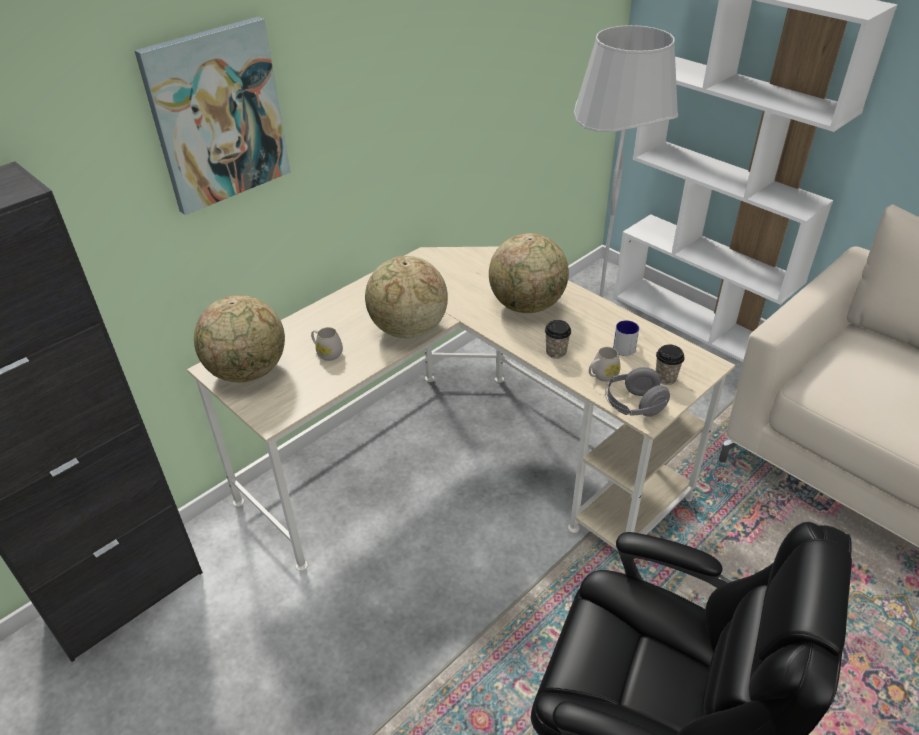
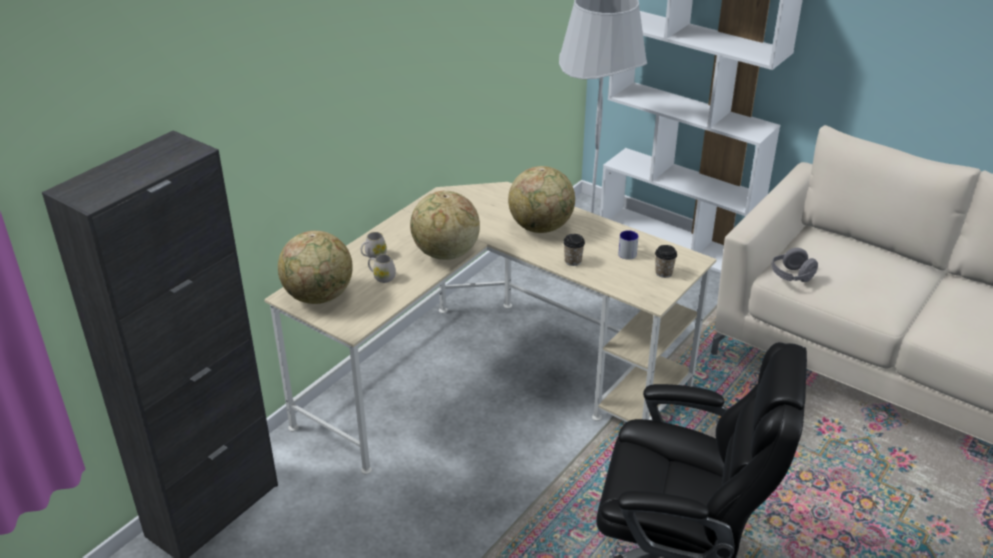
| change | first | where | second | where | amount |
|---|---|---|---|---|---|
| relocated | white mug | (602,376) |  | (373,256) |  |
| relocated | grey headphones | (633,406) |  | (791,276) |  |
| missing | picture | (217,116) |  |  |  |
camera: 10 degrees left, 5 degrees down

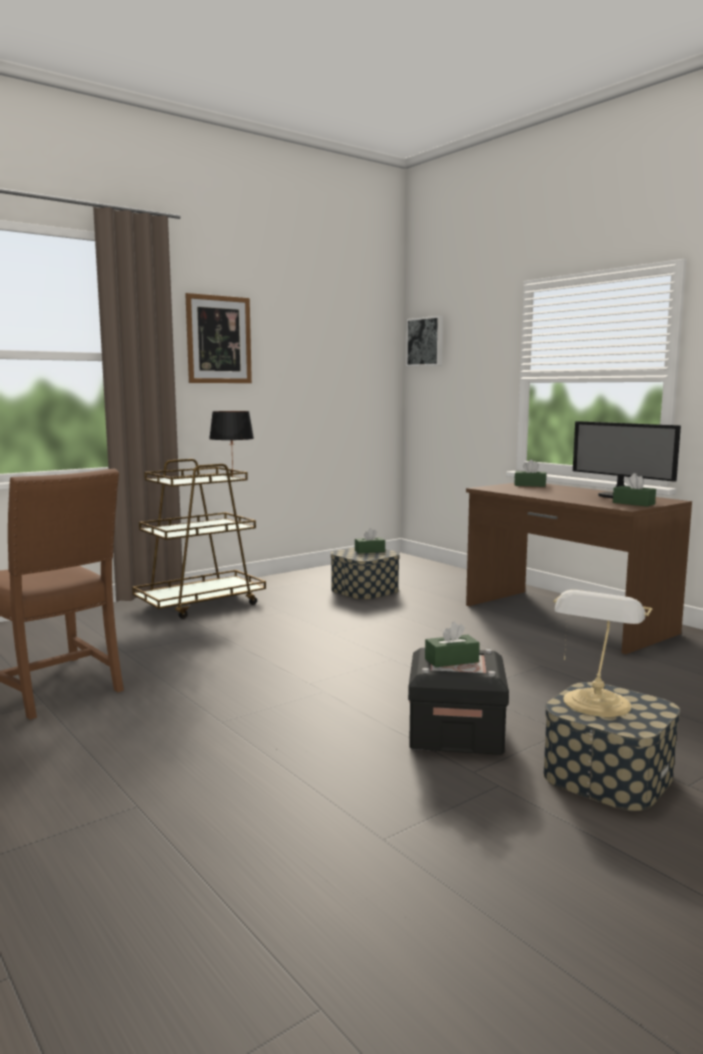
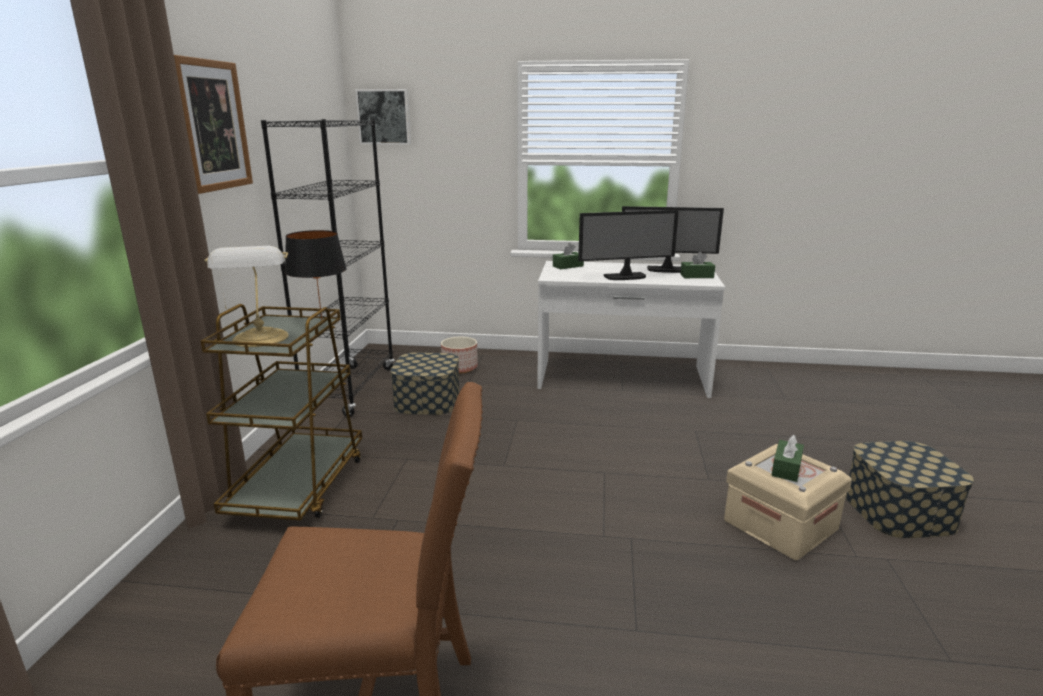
| change | first | where | second | where | amount |
|---|---|---|---|---|---|
| relocated | table lamp | (596,704) |  | (260,339) |  |
| appeared |  |  | black bookcase | (350,390) |  |
| appeared |  |  | planter | (460,368) |  |
| colour | brown desk | (565,619) | white desk | (622,378) |  |
| appeared |  |  | monitor | (625,277) |  |
| colour | black storage box | (456,732) | beige storage box | (780,525) |  |
| missing | green tissue box | (369,551) |  |  |  |
camera: 45 degrees left, 10 degrees up

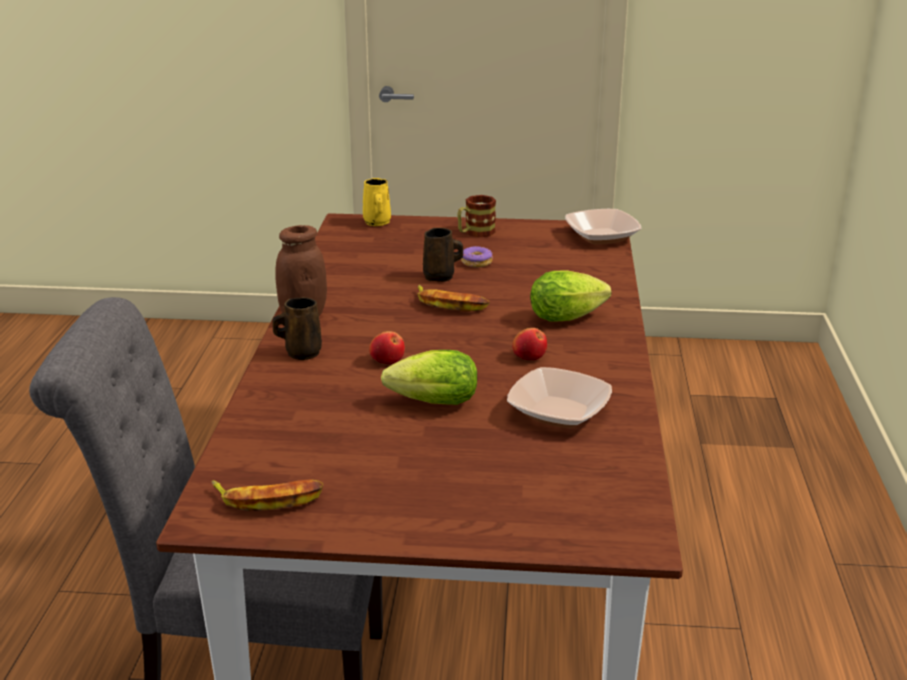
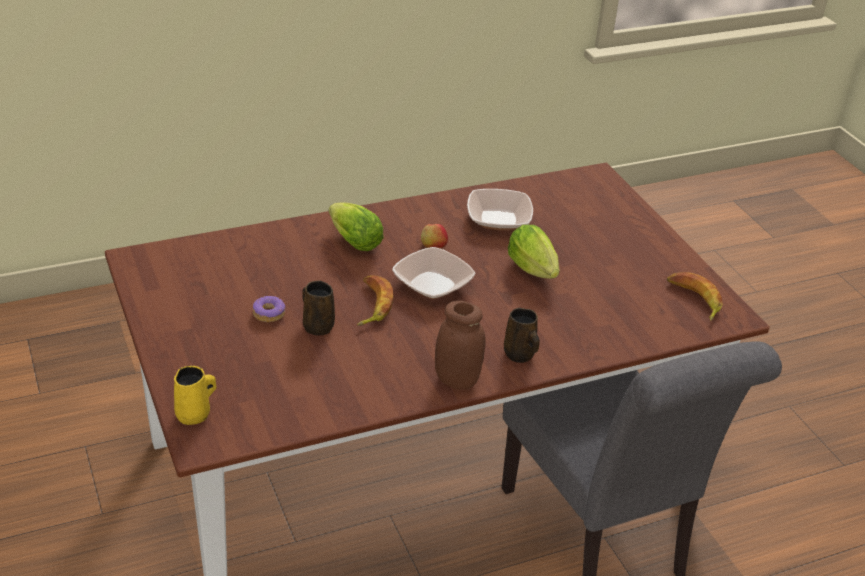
| change | first | where | second | where | amount |
|---|---|---|---|---|---|
| relocated | bowl | (601,236) |  | (432,284) |  |
| missing | apple | (387,360) |  |  |  |
| missing | mug | (475,233) |  |  |  |
camera: 120 degrees left, 10 degrees up

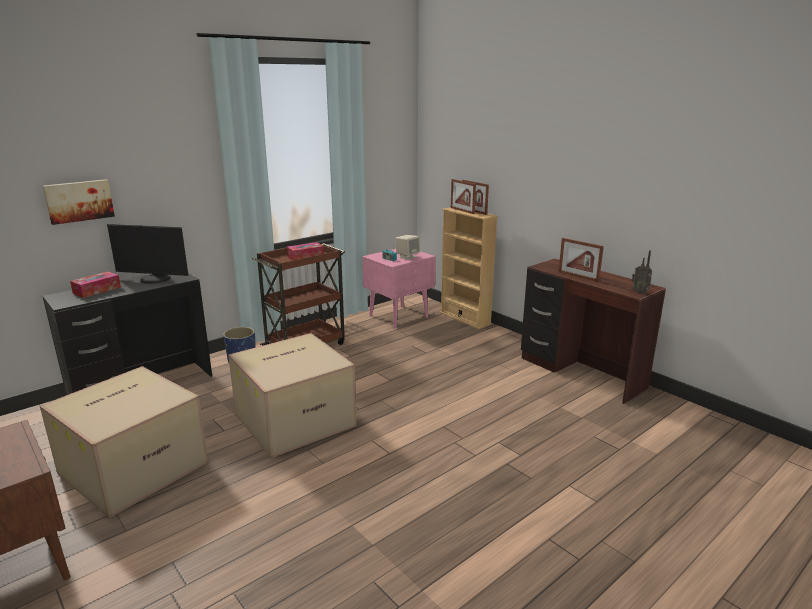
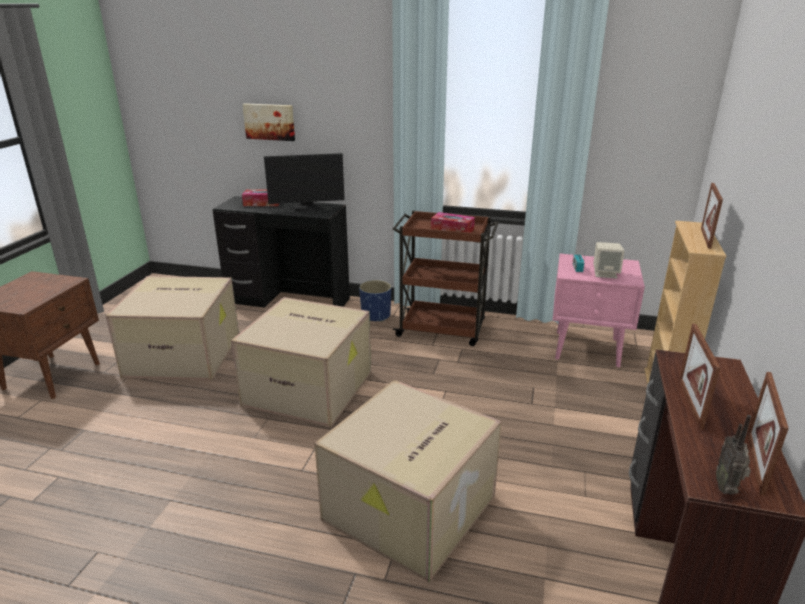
| change | first | where | second | where | amount |
|---|---|---|---|---|---|
| spun | monitor | (154,279) |  | (307,208) | 75 degrees counterclockwise |
| appeared |  |  | cardboard box | (410,510) |  |
| relocated | picture frame | (462,210) |  | (755,462) |  |
camera: 55 degrees right, 5 degrees up

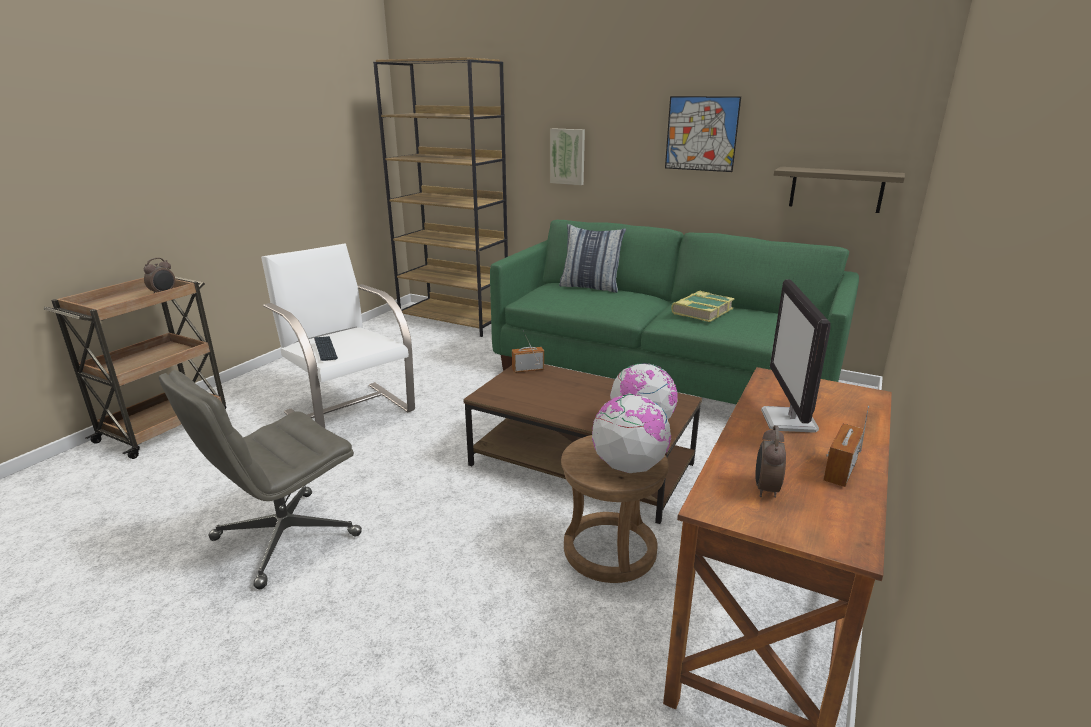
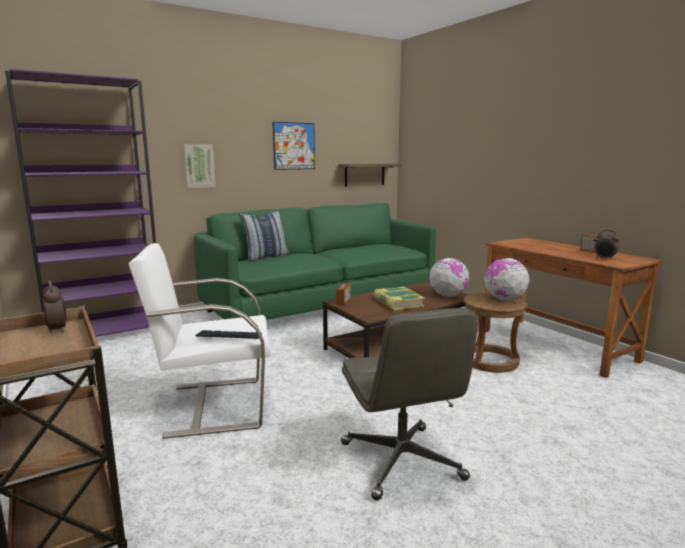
| change | first | where | second | where | amount |
|---|---|---|---|---|---|
| colour | brown bookcase | (455,320) | purple bookcase | (106,334) |  |
| relocated | book | (701,311) |  | (397,303) |  |
| missing | monitor | (789,421) |  |  |  |
camera: 60 degrees left, 10 degrees down

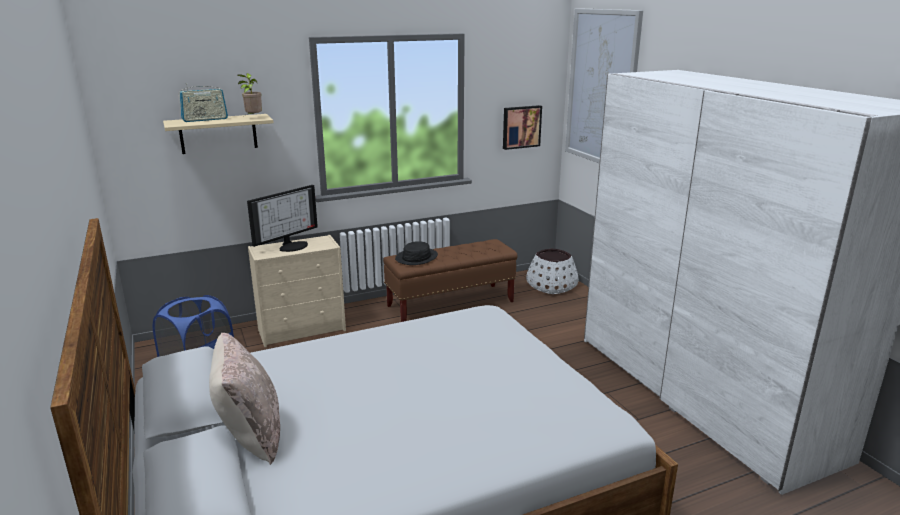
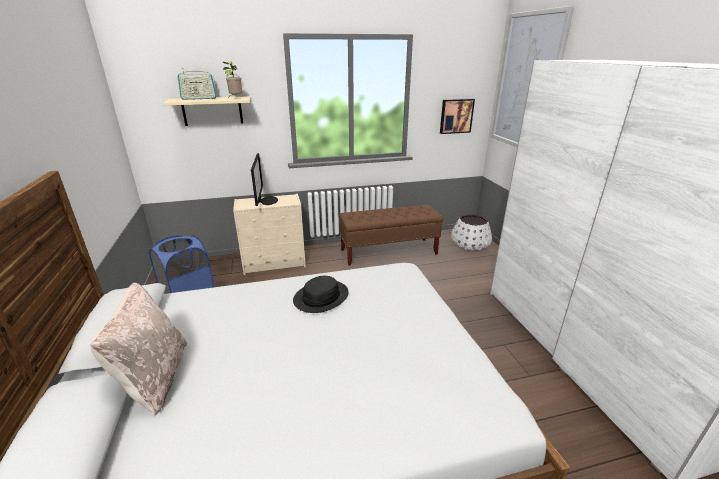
| change | first | where | second | where | amount |
|---|---|---|---|---|---|
| spun | monitor | (292,245) |  | (266,200) | 60 degrees counterclockwise |
| relocated | black hat | (416,257) |  | (321,297) |  |
camera: 10 degrees right, 5 degrees up

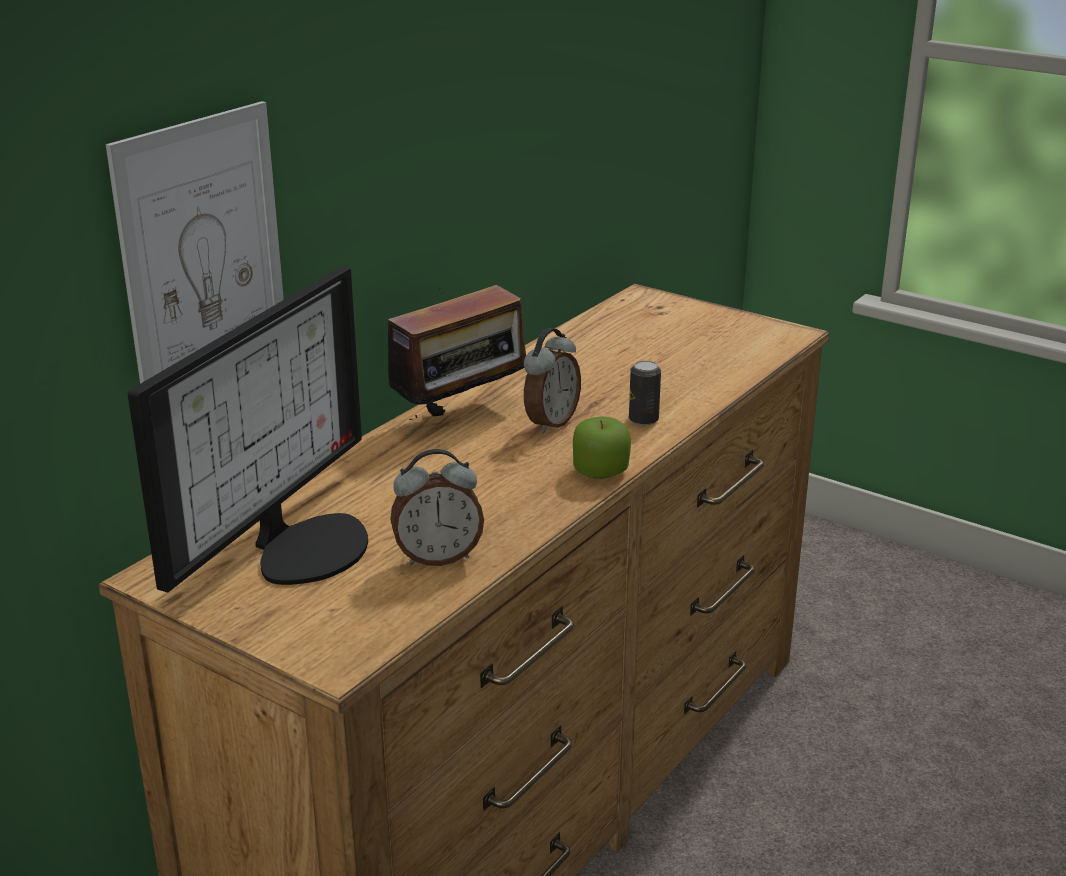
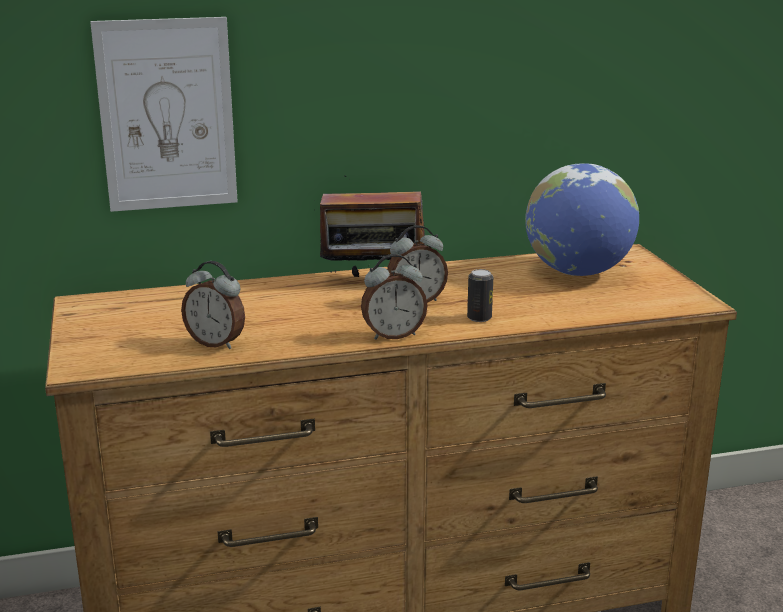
| change | first | where | second | where | amount |
|---|---|---|---|---|---|
| exchanged | apple | (600,471) | alarm clock | (393,335) |  |
| appeared |  |  | globe | (578,272) |  |
| missing | monitor | (302,545) |  |  |  |
camera: 40 degrees right, 5 degrees down

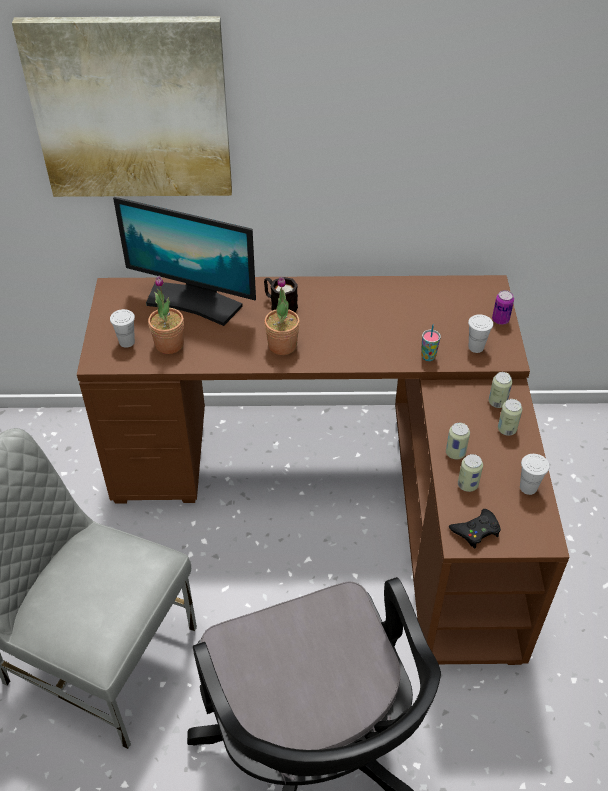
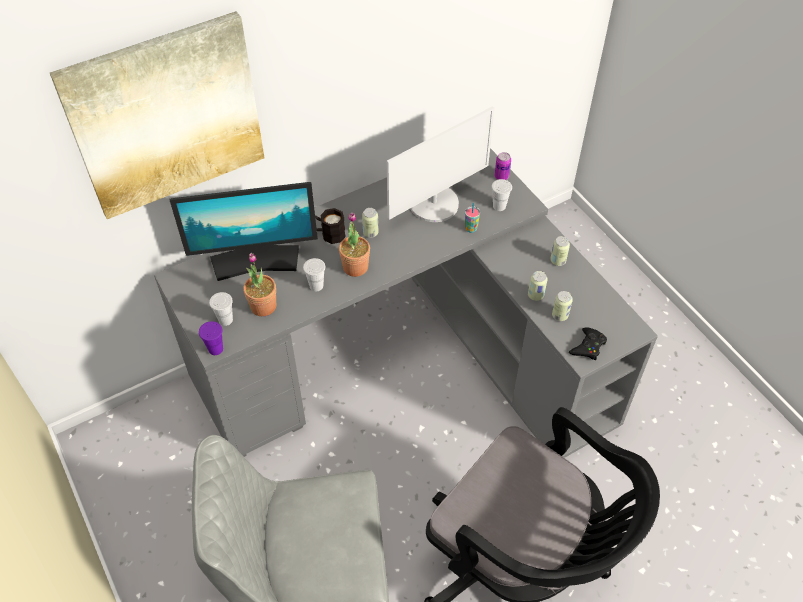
| change | first | where | second | where | amount |
|---|---|---|---|---|---|
| colour | brown desk | (342,487) | grey desk | (409,358) |  |
| appeared |  |  | purple cup | (215,349) |  |
| relocated | white cup | (528,487) |  | (316,286) |  |
| relocated | can | (497,402) |  | (370,233) |  |
| appeared |  |  | monitor | (434,203) |  |
camera: 30 degrees left, 5 degrees up

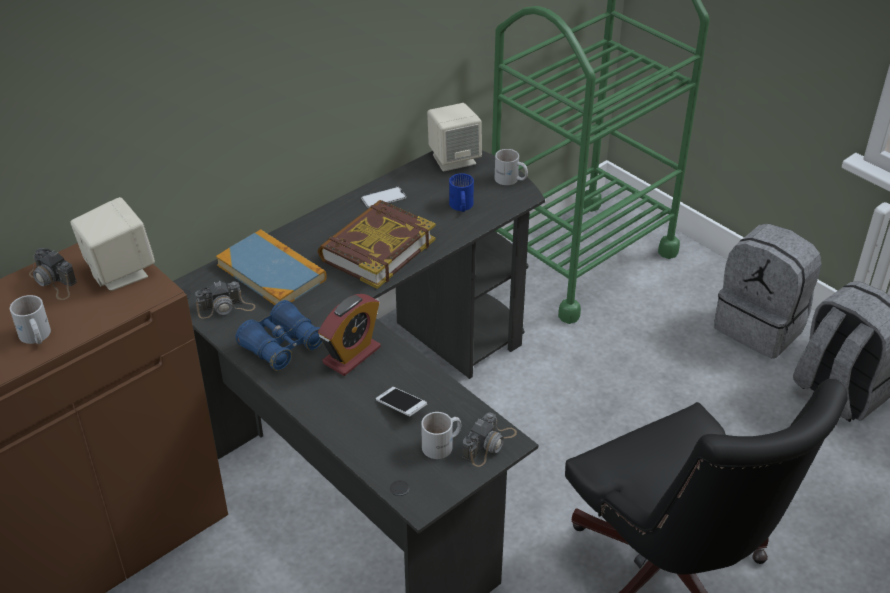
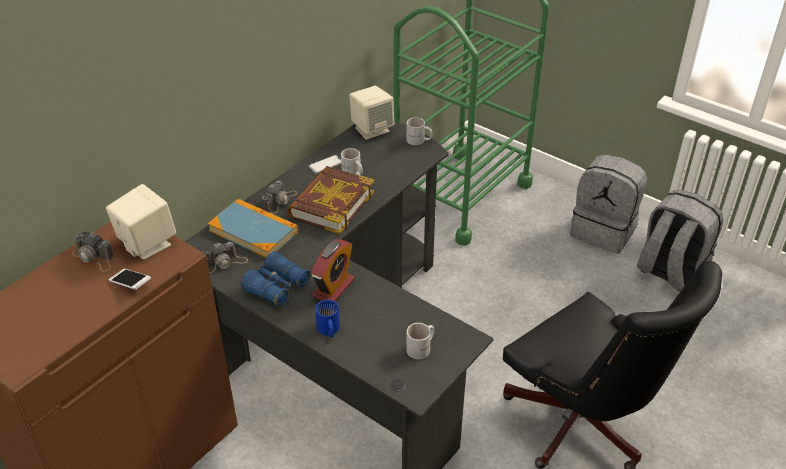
| change | first | where | second | where | amount |
|---|---|---|---|---|---|
| relocated | phone | (401,407) |  | (131,284) |  |
| relocated | photo camera | (489,444) |  | (280,201) |  |
| relocated | blue mug | (460,206) |  | (328,330) |  |
| relocated | white mug | (35,337) |  | (353,173) |  |
camera: 10 degrees left, 0 degrees up

